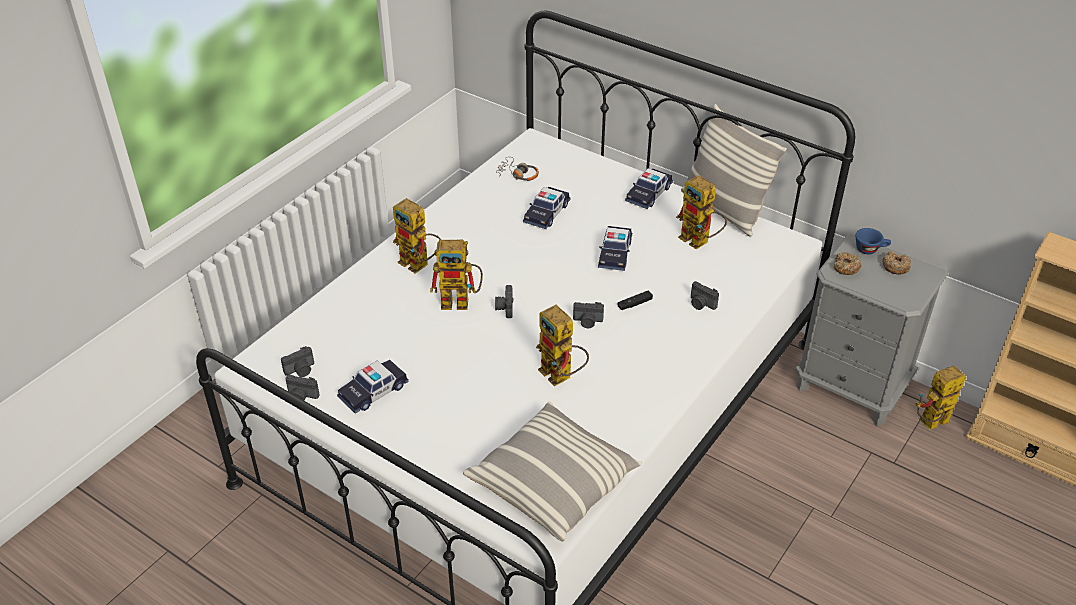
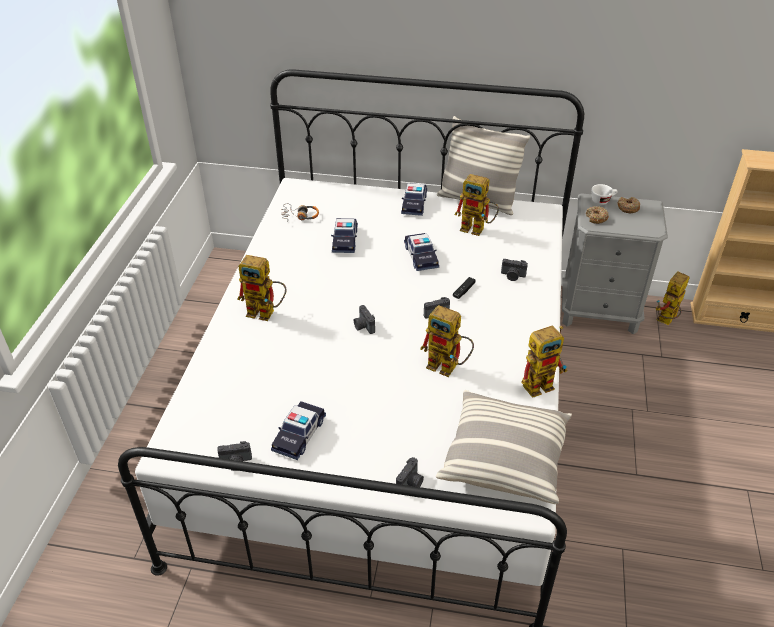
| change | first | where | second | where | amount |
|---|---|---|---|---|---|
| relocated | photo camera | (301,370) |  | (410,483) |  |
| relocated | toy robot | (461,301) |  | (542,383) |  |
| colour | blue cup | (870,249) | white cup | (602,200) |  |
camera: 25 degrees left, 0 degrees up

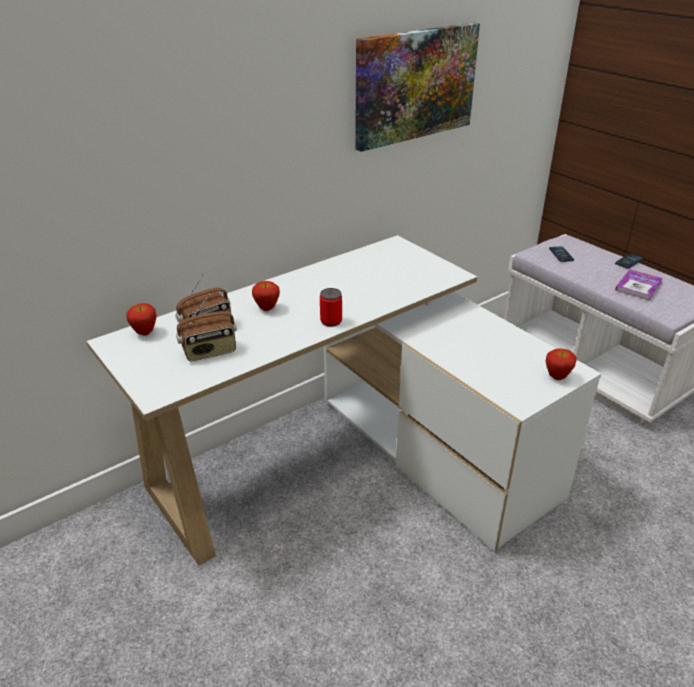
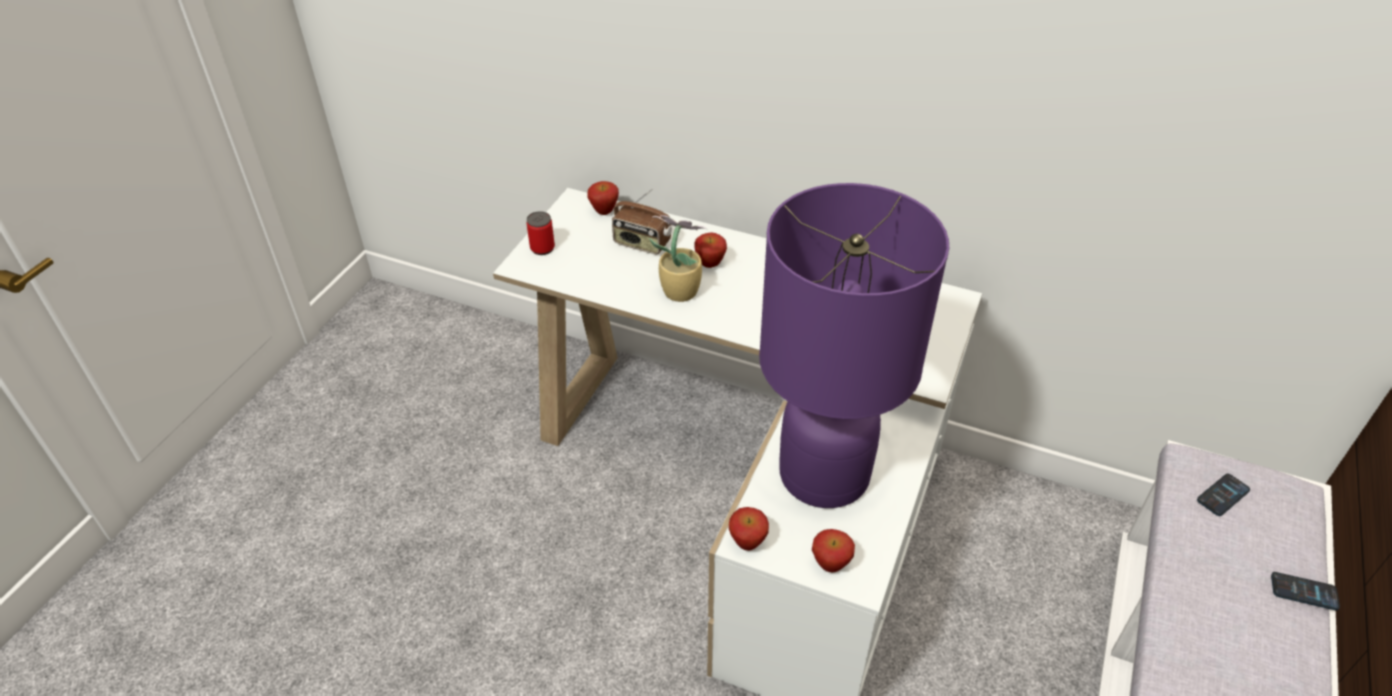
| change | first | where | second | where | amount |
|---|---|---|---|---|---|
| relocated | can | (331,321) |  | (542,248) |  |
| appeared |  |  | potted plant | (679,291) |  |
| appeared |  |  | apple | (747,543) |  |
| appeared |  |  | purple table lamp | (823,475) |  |
| missing | radio | (209,352) |  |  |  |
| missing | picture | (415,85) |  |  |  |
| missing | book | (638,286) |  |  |  |
camera: 60 degrees right, 10 degrees up

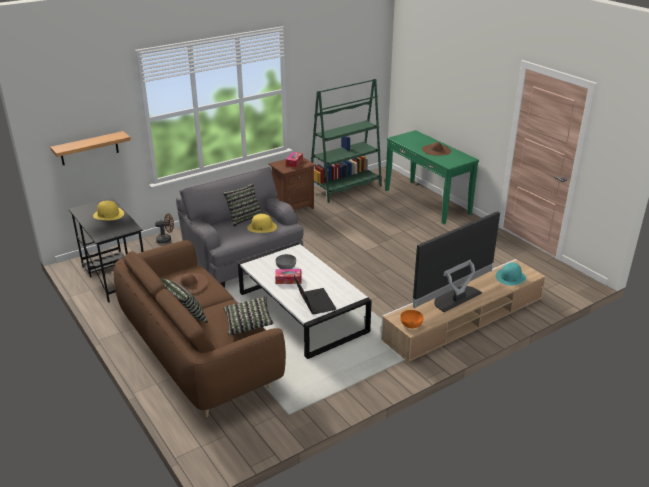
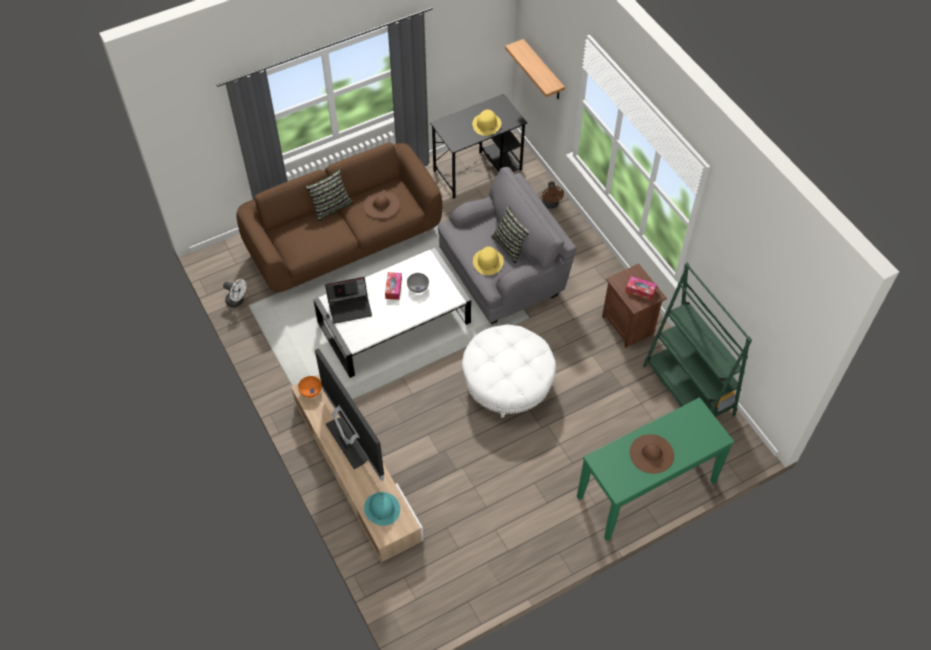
| change | first | where | second | where | amount |
|---|---|---|---|---|---|
| appeared |  |  | white fan | (237,301) |  |
| appeared |  |  | white ottoman | (507,384) |  |
| missing | pillow | (248,323) |  |  |  |
camera: 95 degrees right, 25 degrees up

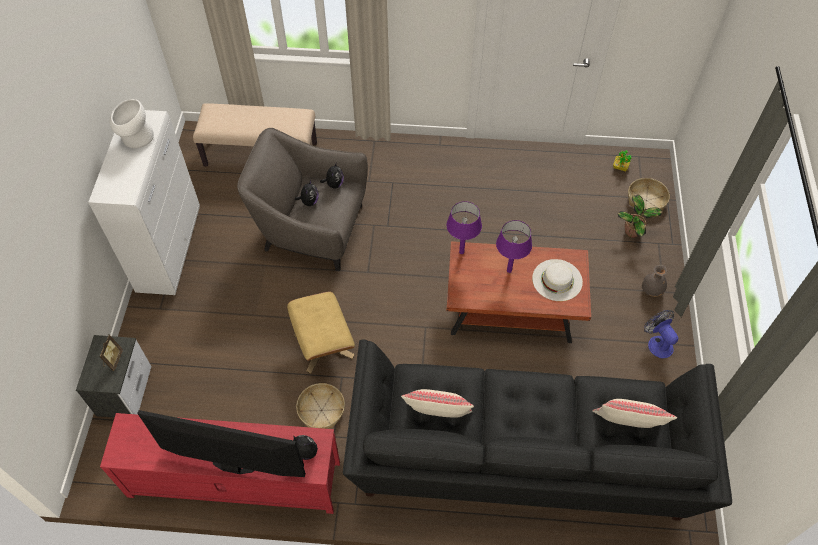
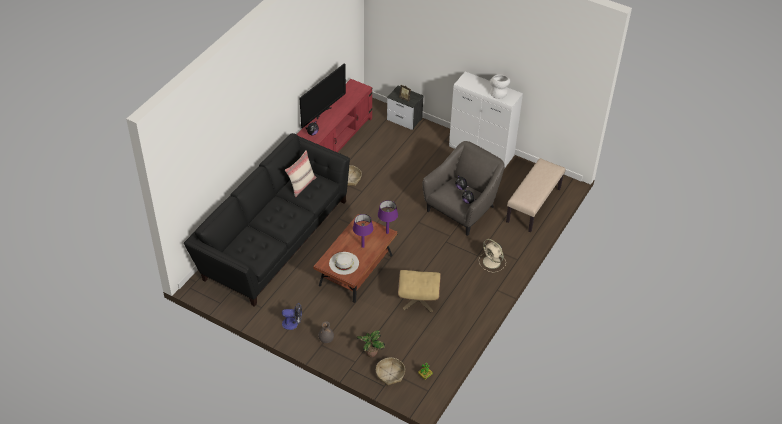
| change | first | where | second | where | amount |
|---|---|---|---|---|---|
| relocated | beige ottoman | (323,345) |  | (418,299) |  |
| appeared |  |  | beige fan | (492,262) |  |
| missing | beige pillow | (625,426) |  |  |  |
camera: 115 degrees right, 10 degrees down

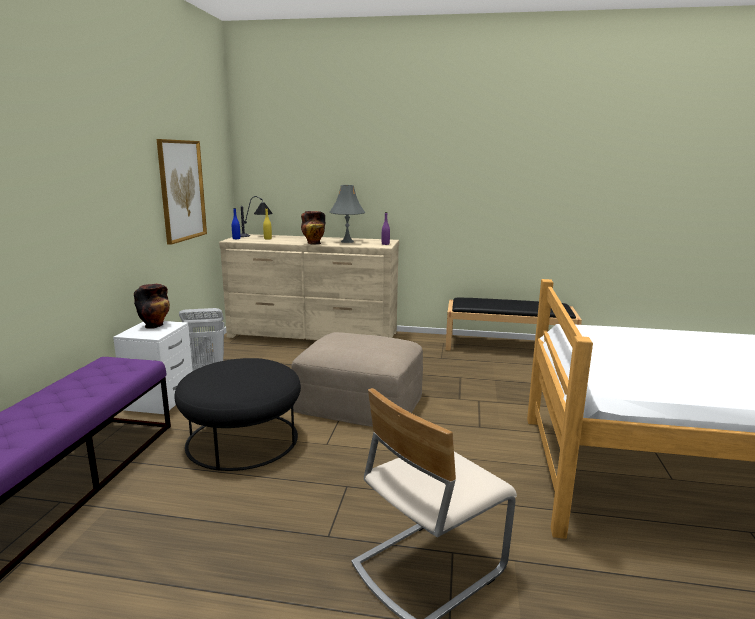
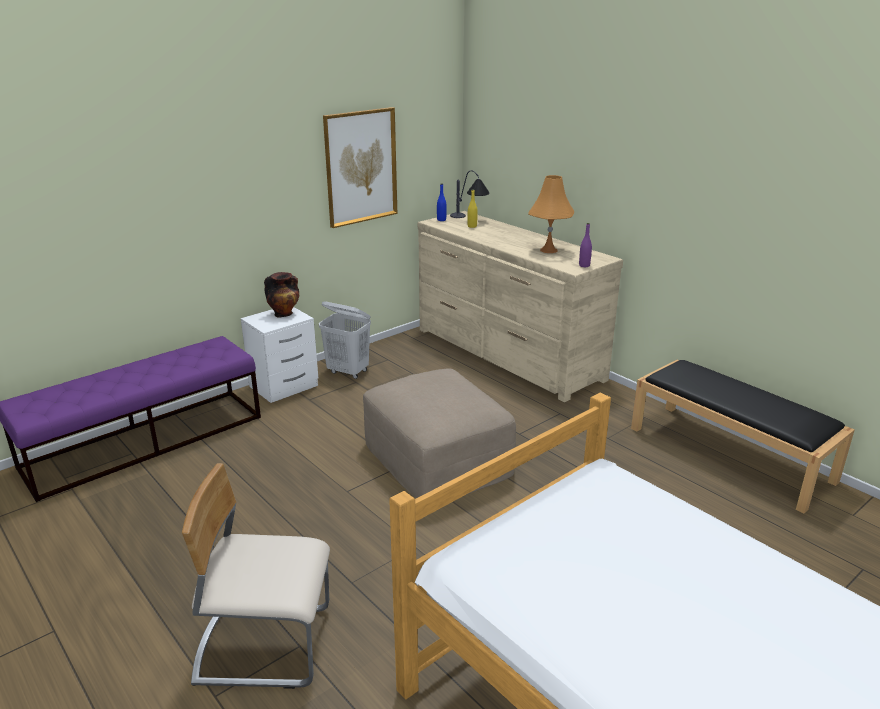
| change | first | where | second | where | amount |
|---|---|---|---|---|---|
| colour | grey table lamp | (347,241) | orange table lamp | (548,250) |  |
| missing | black ottoman | (243,439) |  |  |  |
| missing | vase | (313,243) |  |  |  |
camera: 40 degrees right, 10 degrees up

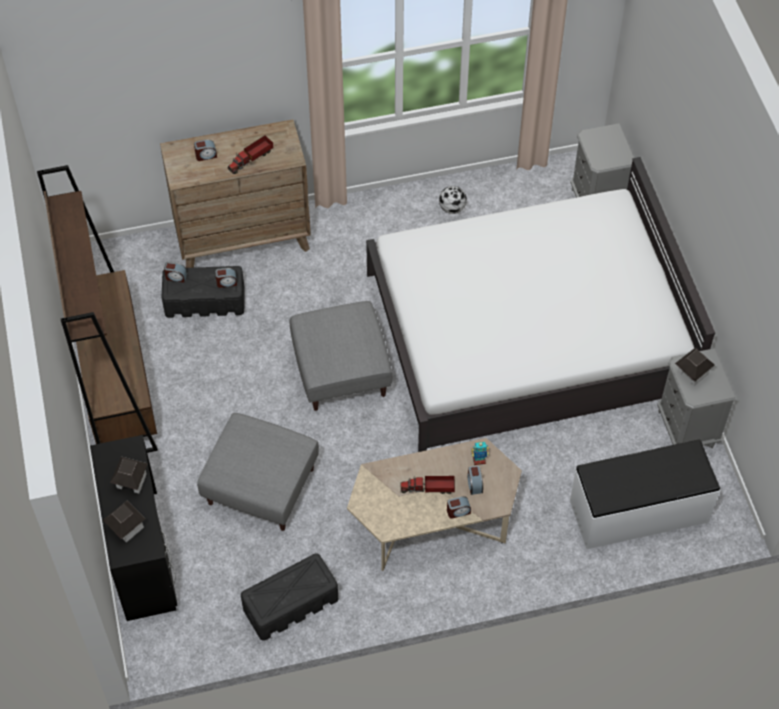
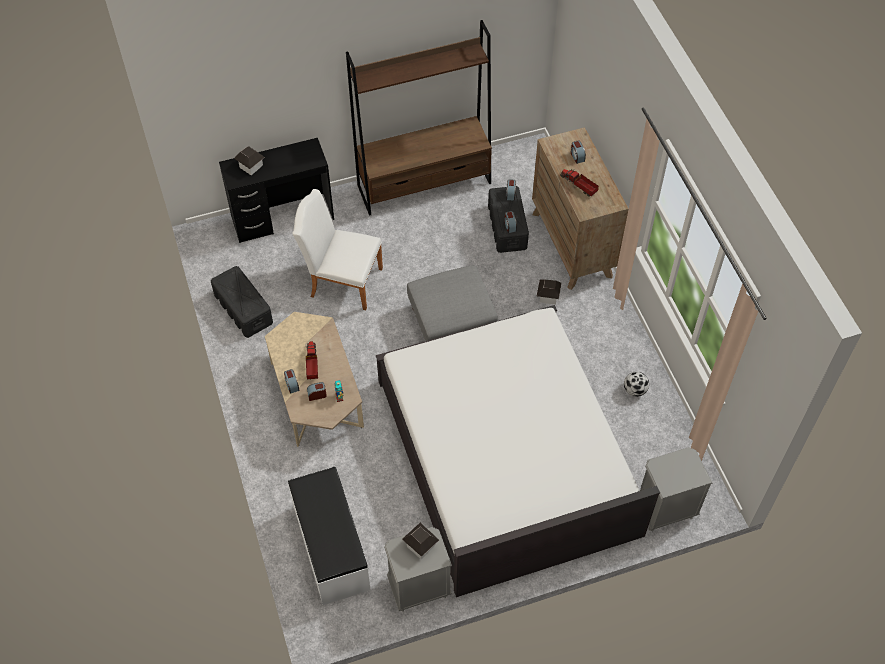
| change | first | where | second | where | amount |
|---|---|---|---|---|---|
| exchanged | grey ottoman | (260,486) | white chair | (341,280) |  |
| relocated | toy house | (131,481) |  | (548,296) |  |
camera: 85 degrees right, 0 degrees up

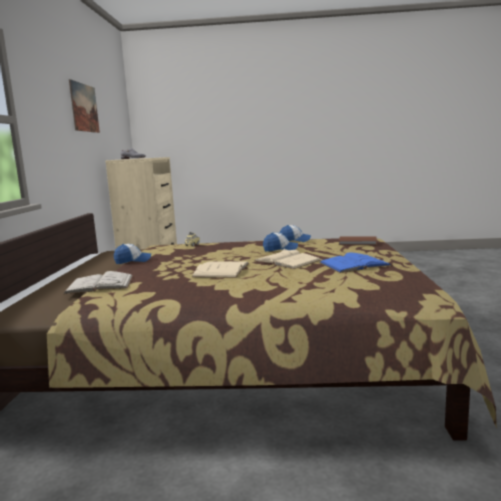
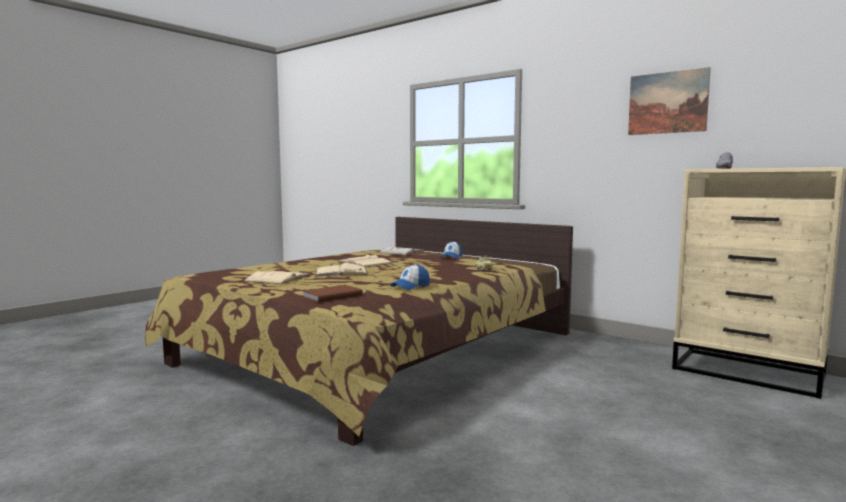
| change | first | where | second | where | amount |
|---|---|---|---|---|---|
| colour | blue book | (354,264) | beige book | (278,278) |  |
| missing | cap | (280,249) |  |  |  |
camera: 125 degrees right, 5 degrees down

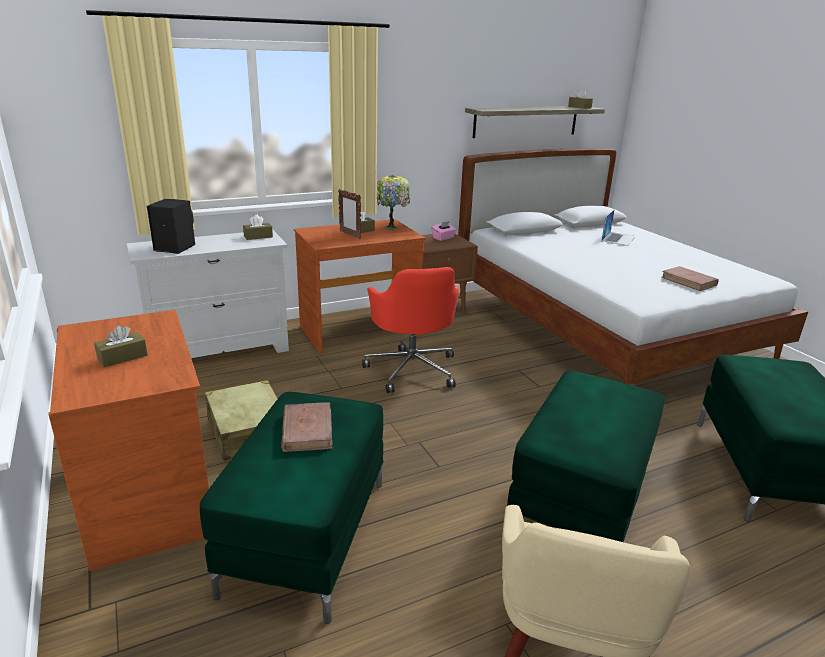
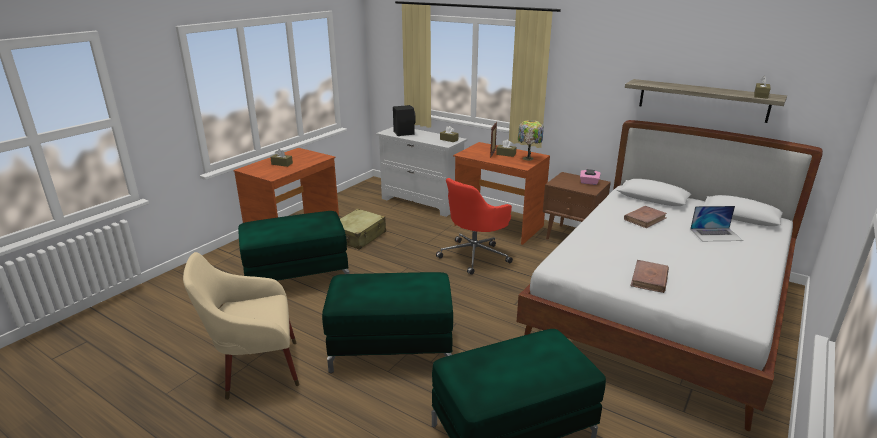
| change | first | where | second | where | amount |
|---|---|---|---|---|---|
| relocated | brown book | (307,430) |  | (645,219) |  |
camera: 60 degrees right, 0 degrees up

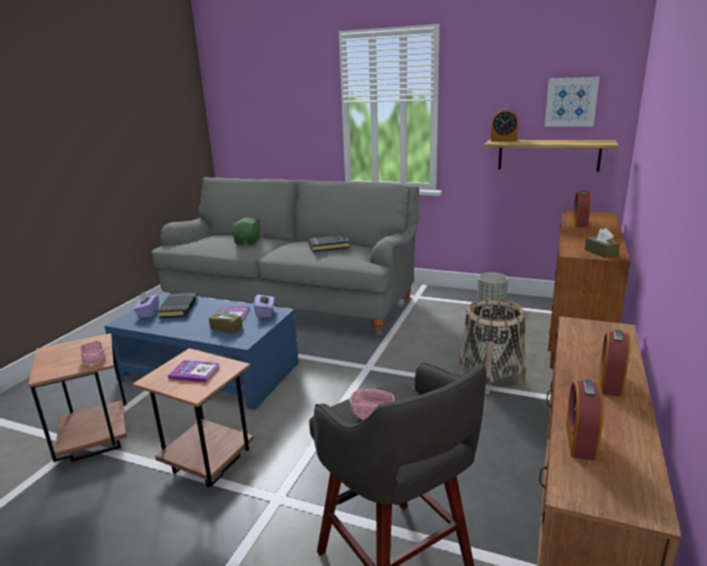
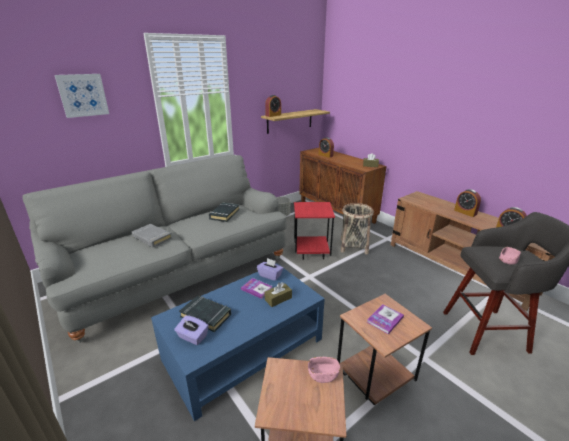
| change | first | where | second | where | amount |
|---|---|---|---|---|---|
| relocated | picture | (571,102) |  | (83,95) |  |
| exchanged | green plush toy | (247,241) | grey book | (152,238) |  |
| appeared |  |  | red side table | (311,253) |  |
camera: 60 degrees left, 5 degrees up

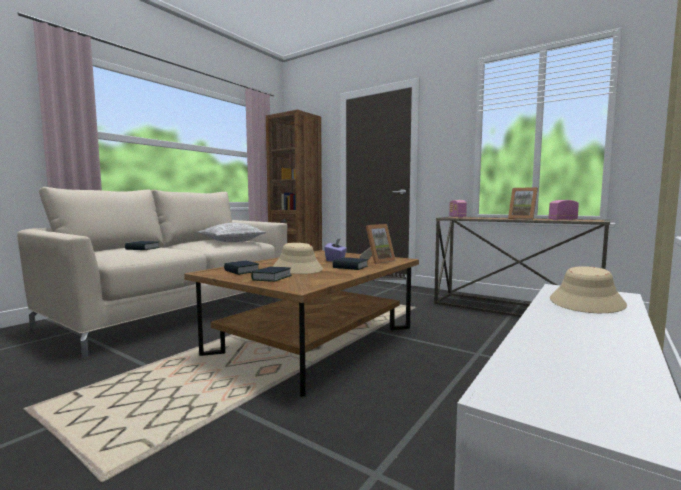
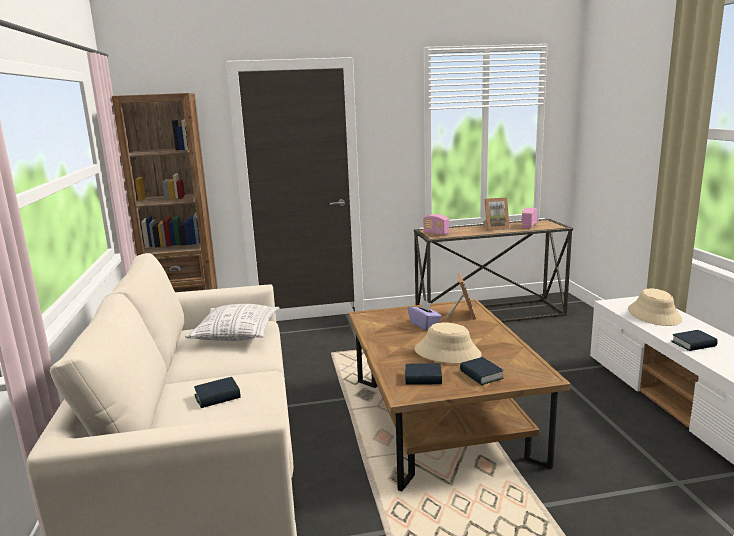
| change | first | where | second | where | amount |
|---|---|---|---|---|---|
| relocated | book | (350,267) |  | (693,344) |  |
camera: 45 degrees left, 10 degrees up

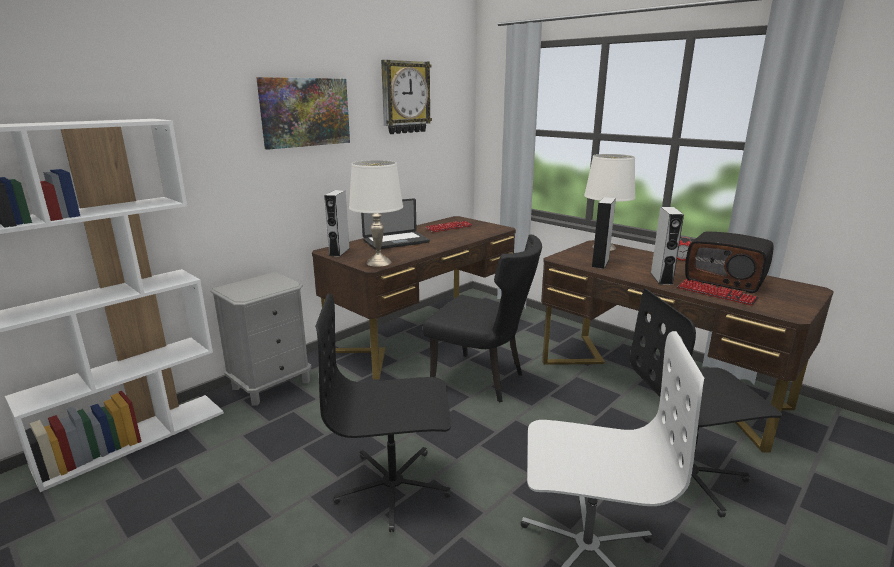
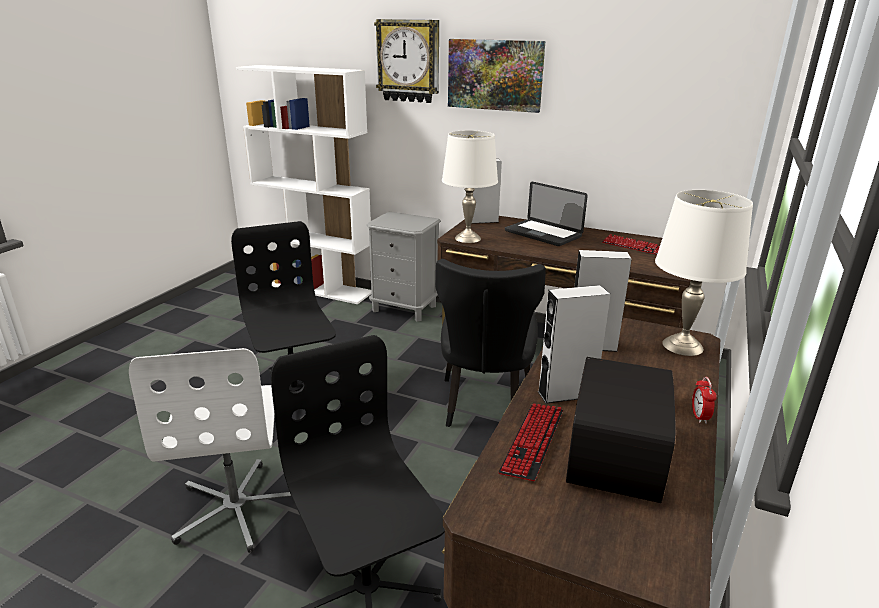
| change | first | where | second | where | amount |
|---|---|---|---|---|---|
| relocated | wall clock | (405,97) |  | (408,61) |  |
camera: 70 degrees right, 5 degrees up

